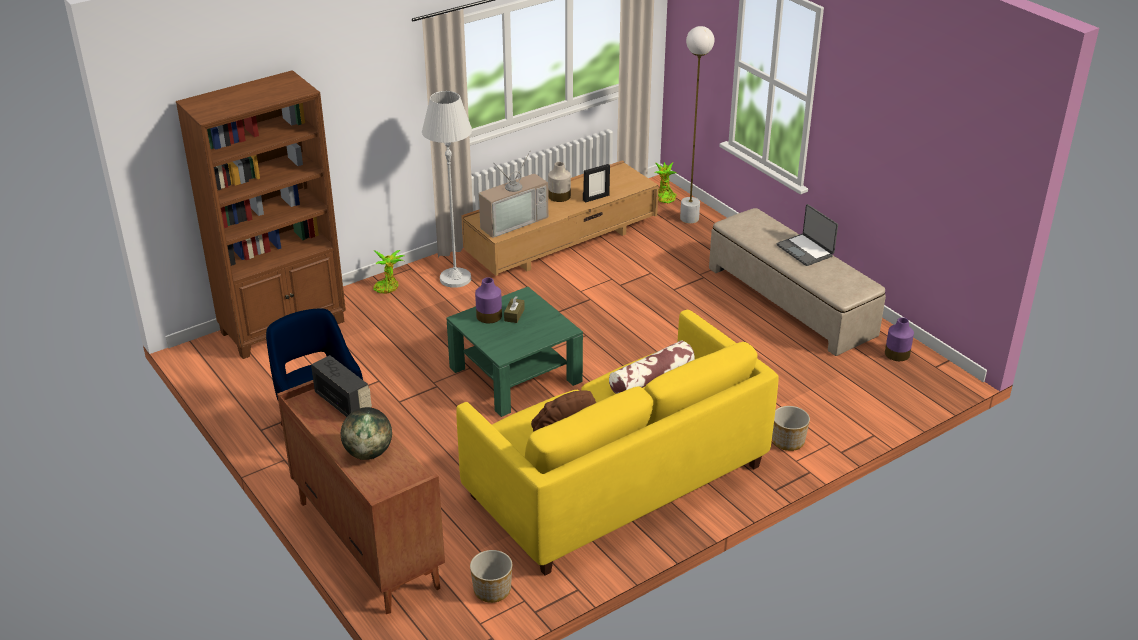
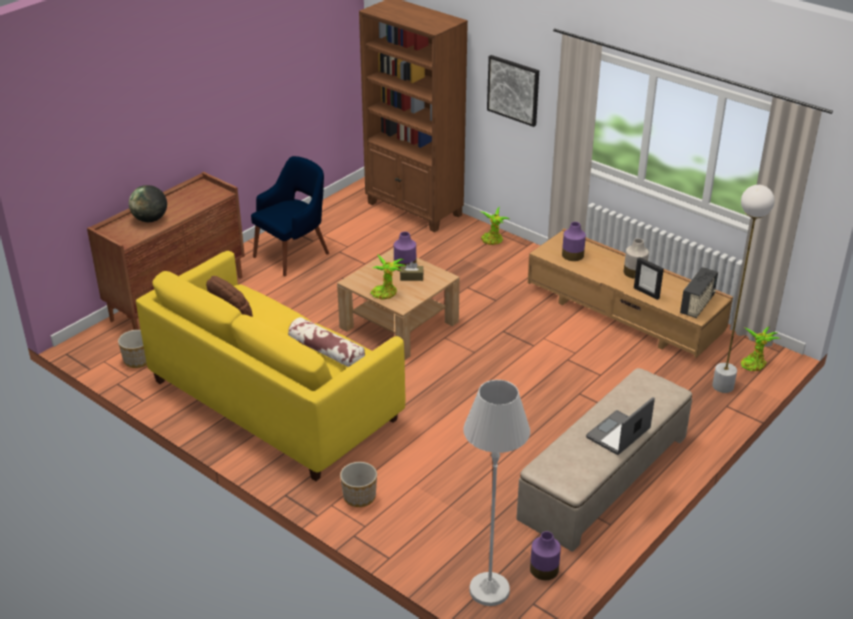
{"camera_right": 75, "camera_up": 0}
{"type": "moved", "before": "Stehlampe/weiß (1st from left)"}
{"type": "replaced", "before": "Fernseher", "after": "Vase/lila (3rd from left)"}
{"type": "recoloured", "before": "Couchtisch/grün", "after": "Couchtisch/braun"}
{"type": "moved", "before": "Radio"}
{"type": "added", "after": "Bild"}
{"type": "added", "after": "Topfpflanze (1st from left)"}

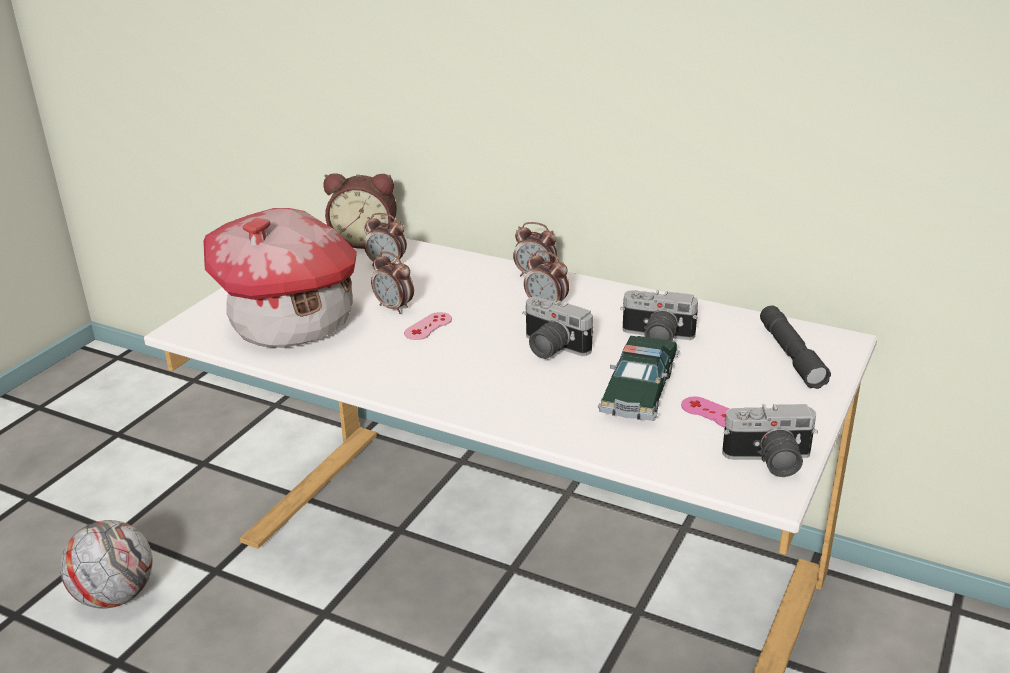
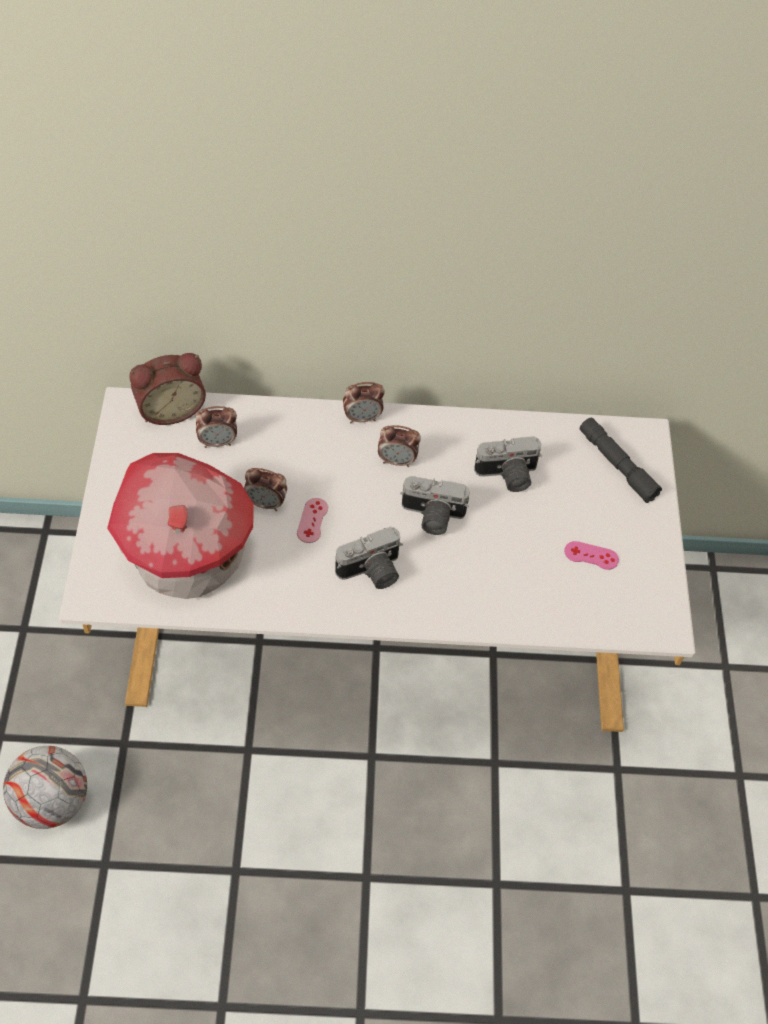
{"camera_right": -30, "camera_up": 25}
{"type": "removed", "before": "Spielzeugauto"}
{"type": "moved", "before": "Kamera (3rd from left in the first image)", "after": "Kamera (1st from left)"}

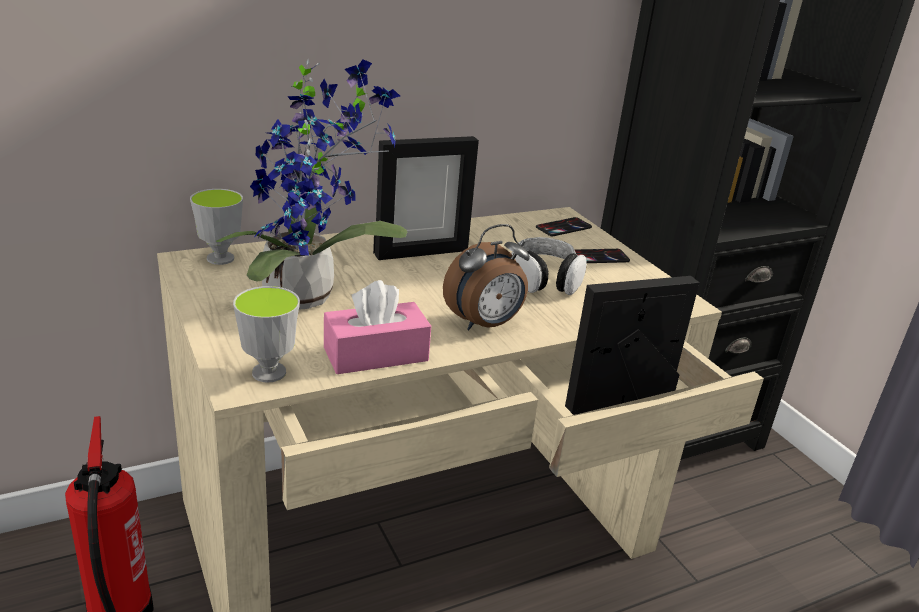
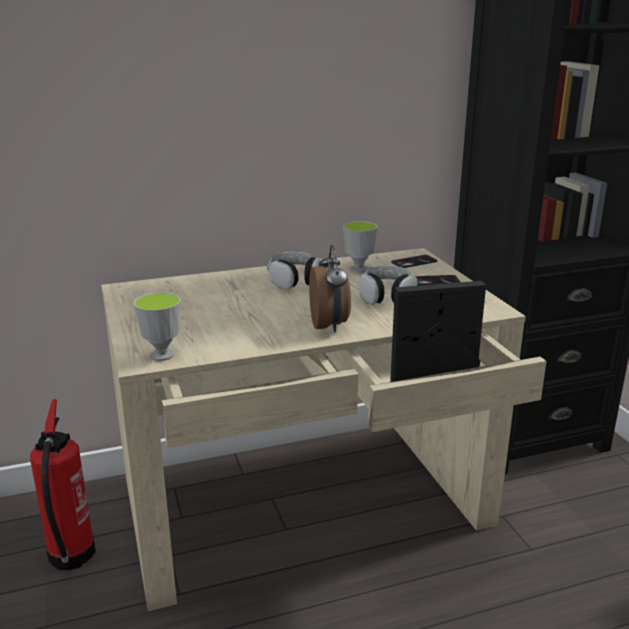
{"camera_right": 10, "camera_up": -5}
{"type": "removed", "before": "Topfpflanze"}
{"type": "replaced", "before": "Bilderrahmen (1st from left)", "after": "Kopfhörer (1st from left)"}
{"type": "moved", "before": "Tasse (1st from left in the first image)", "after": "Tasse (2nd from left)"}
{"type": "turned", "before": "Wecker", "turn": -75}
{"type": "removed", "before": "Taschentuchbox/rosa"}

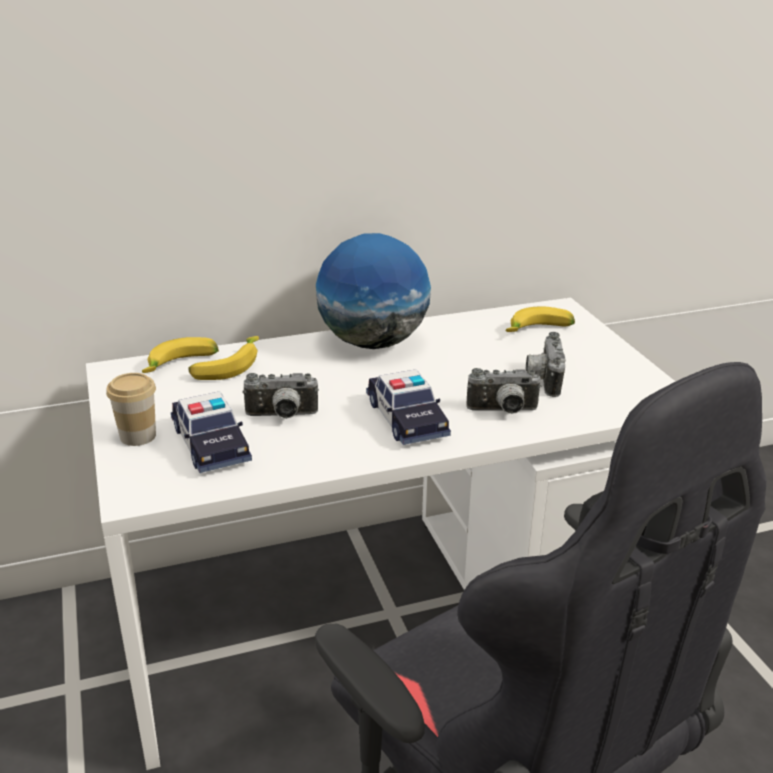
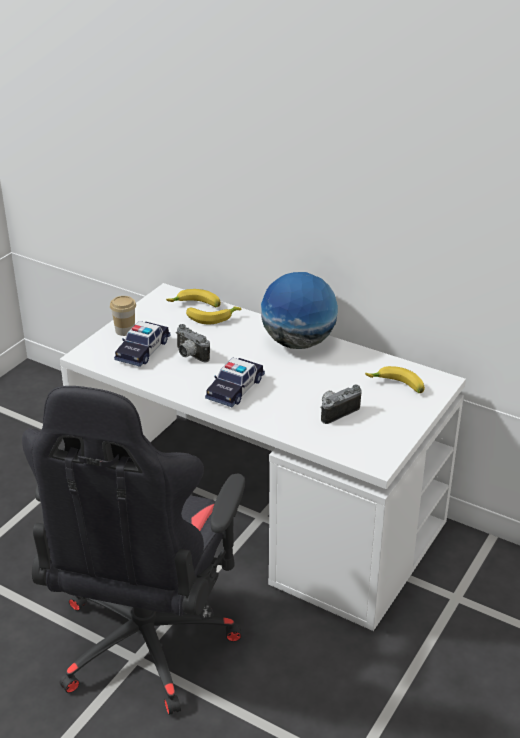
{"camera_right": 50, "camera_up": 5}
{"type": "removed", "before": "Kamera (2nd from left)"}

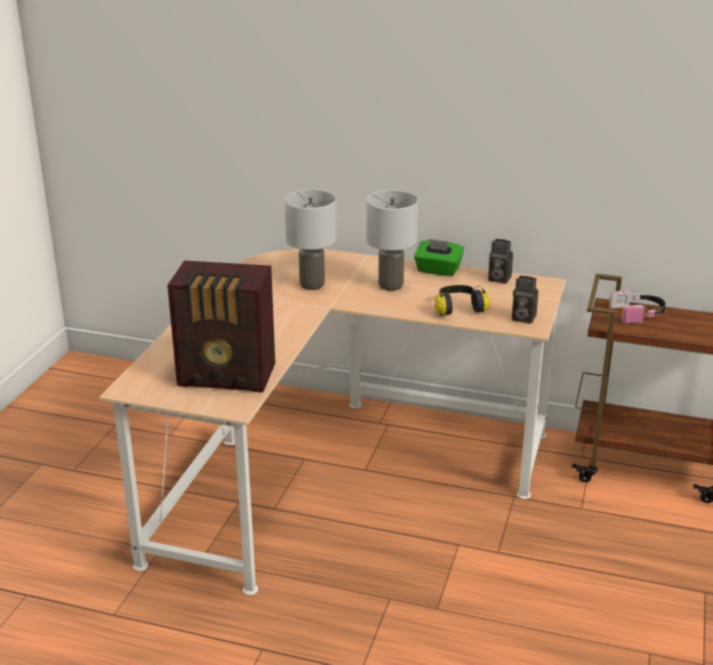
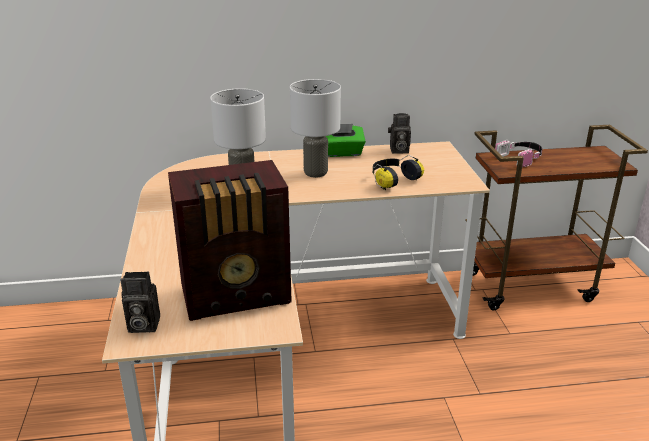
{"camera_right": -25, "camera_up": 0}
{"type": "moved", "before": "Kamera (2nd from left in the first image)", "after": "Kamera (1st from left)"}

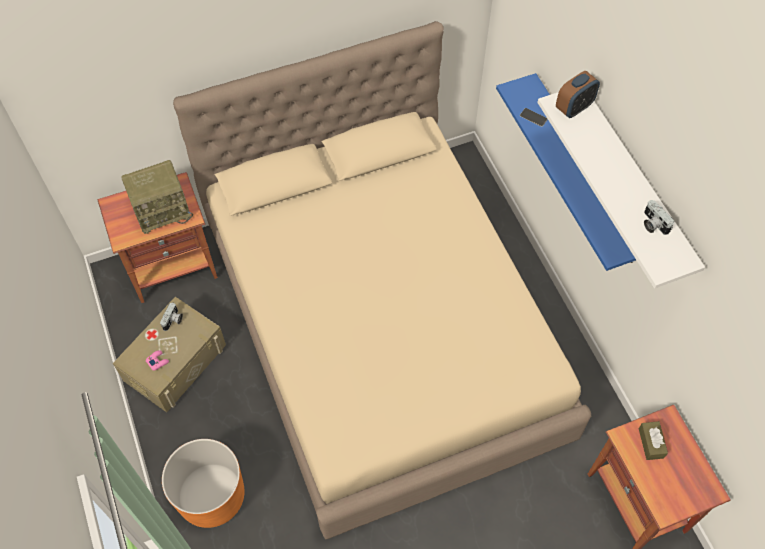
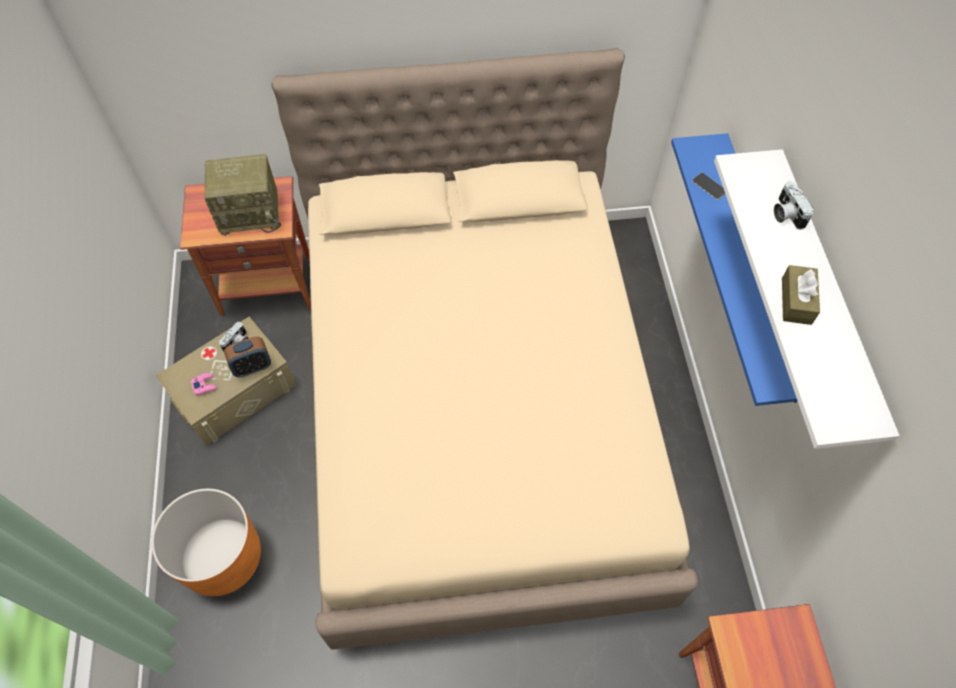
{"camera_right": 15, "camera_up": 0}
{"type": "moved", "before": "Wecker"}
{"type": "moved", "before": "Kamera (2nd from left)"}
{"type": "moved", "before": "Taschentuchbox/braun"}

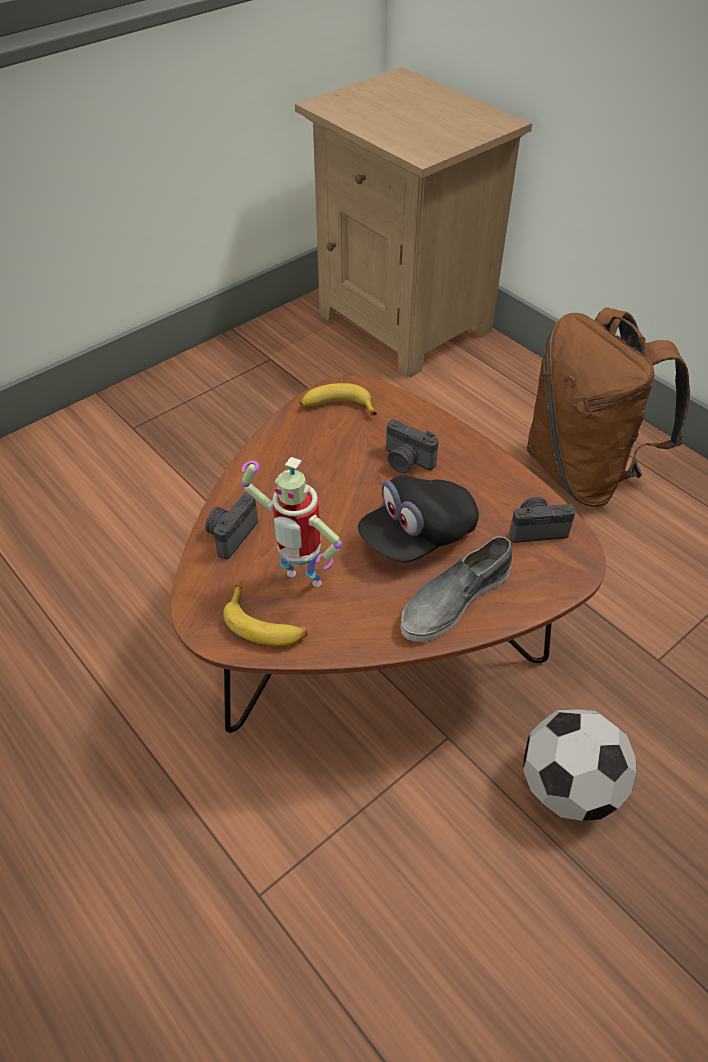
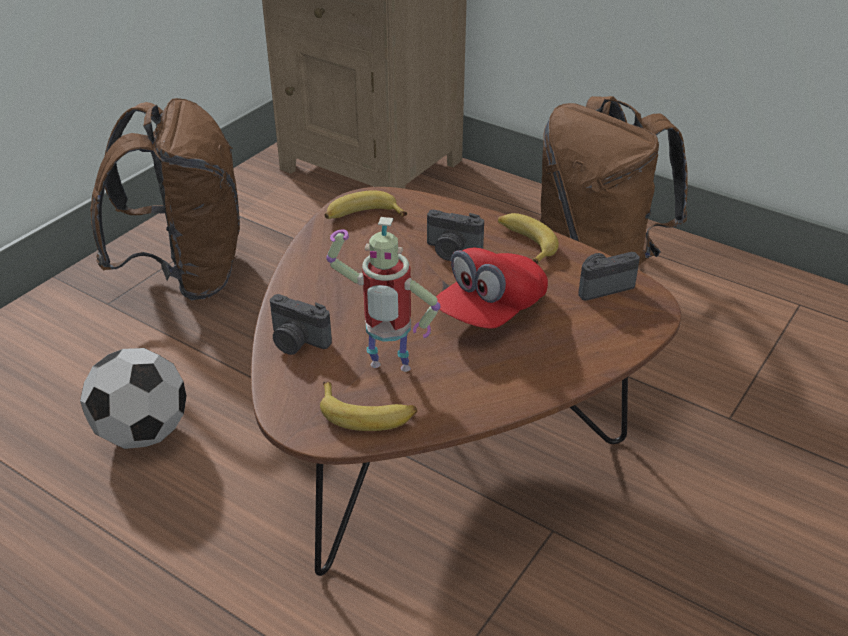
{"camera_right": -15, "camera_up": -10}
{"type": "recoloured", "before": "Kappe/schwarz", "after": "Kappe/rot"}
{"type": "turned", "before": "Kamera (1st from left)", "turn": -75}
{"type": "removed", "before": "Schuh/grau"}
{"type": "moved", "before": "Fußball"}
{"type": "added", "after": "Rucksack/braun (1st from left)"}
{"type": "added", "after": "Banane (3rd from left)"}

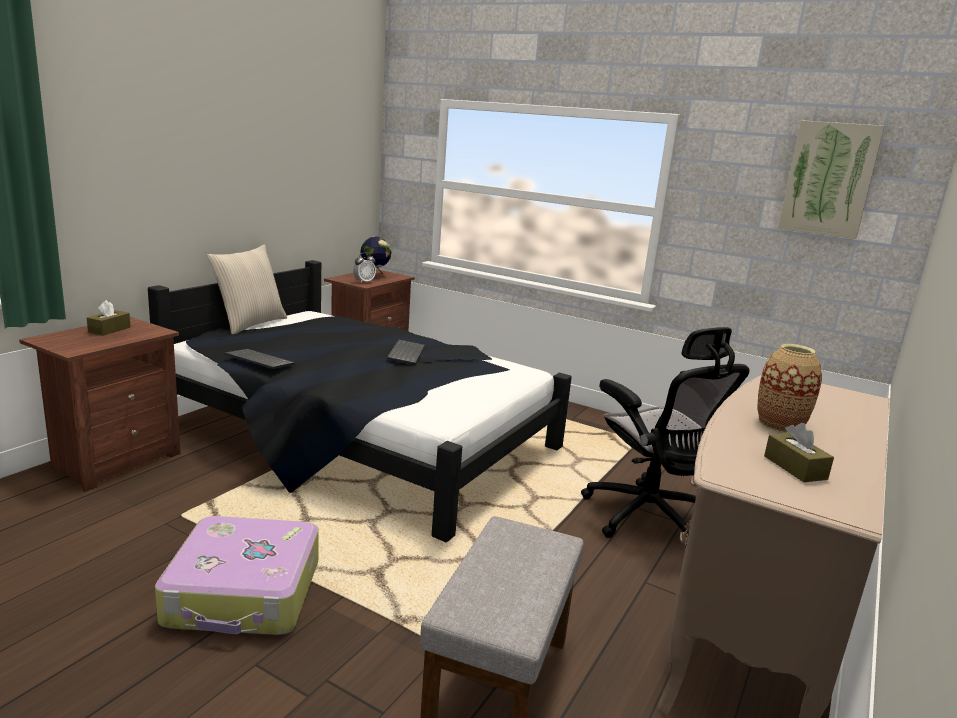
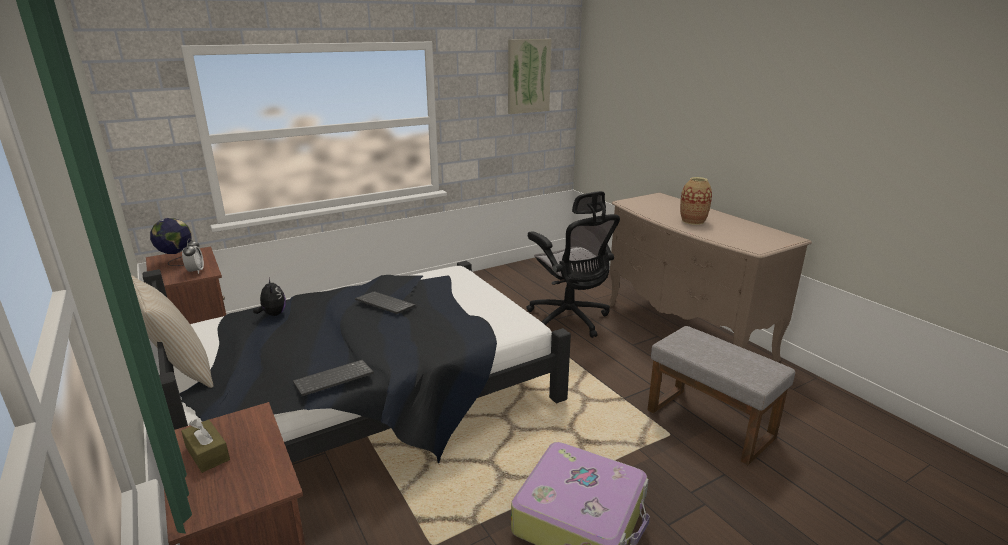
{"camera_right": -60, "camera_up": 5}
{"type": "turned", "before": "Bürostuhl", "turn": 60}
{"type": "removed", "before": "Taschentuchbox/braun (2nd from left)"}
{"type": "added", "after": "Plüschtier"}

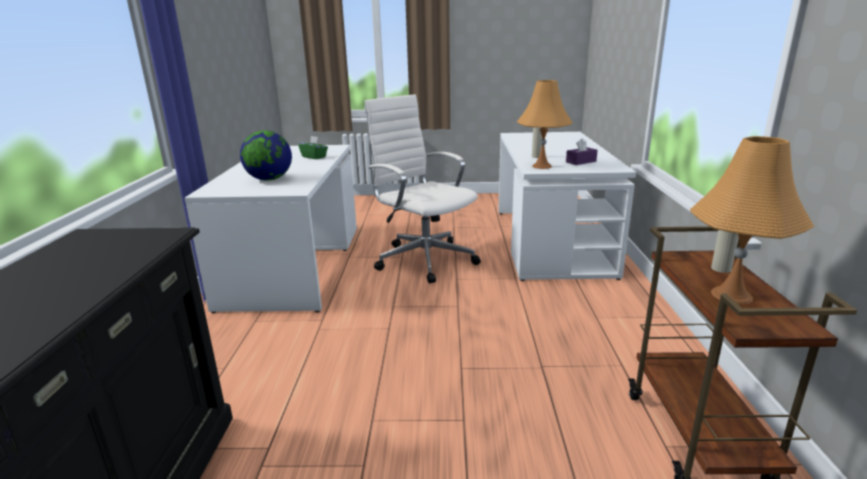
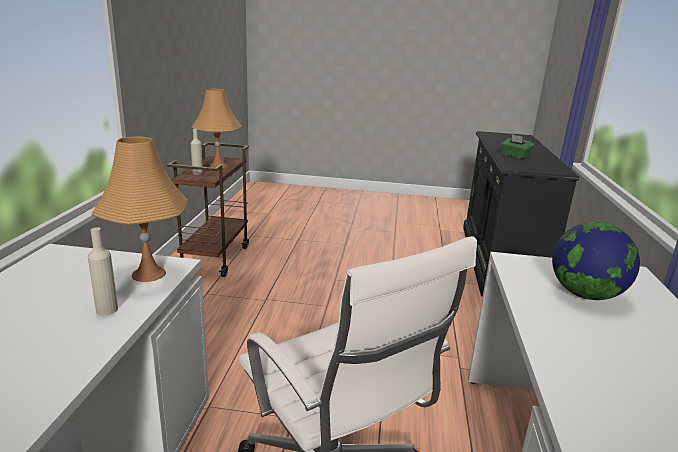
{"camera_right": -175, "camera_up": 0}
{"type": "moved", "before": "Taschentuchbox/grün"}
{"type": "removed", "before": "Taschentuchbox/lila"}

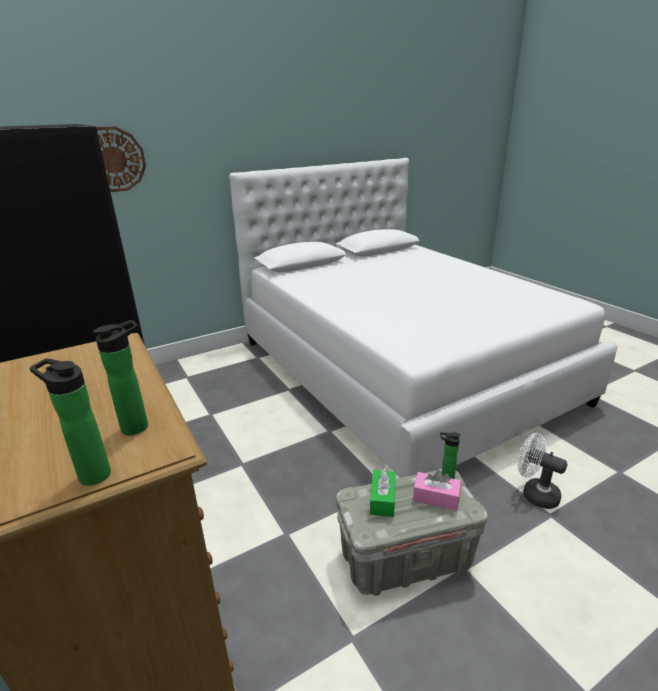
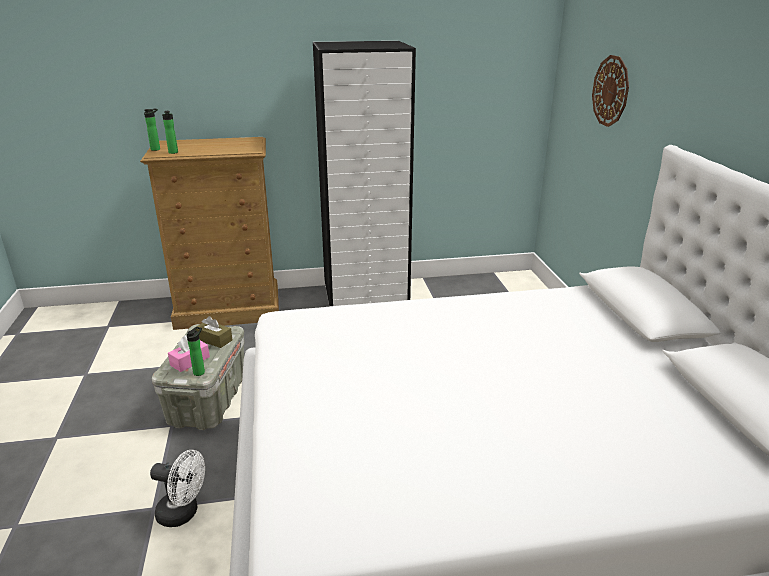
{"camera_right": 110, "camera_up": 0}
{"type": "turned", "before": "Ventilator/weiß", "turn": 45}
{"type": "recoloured", "before": "Taschentuchbox/grün", "after": "Taschentuchbox/braun"}

